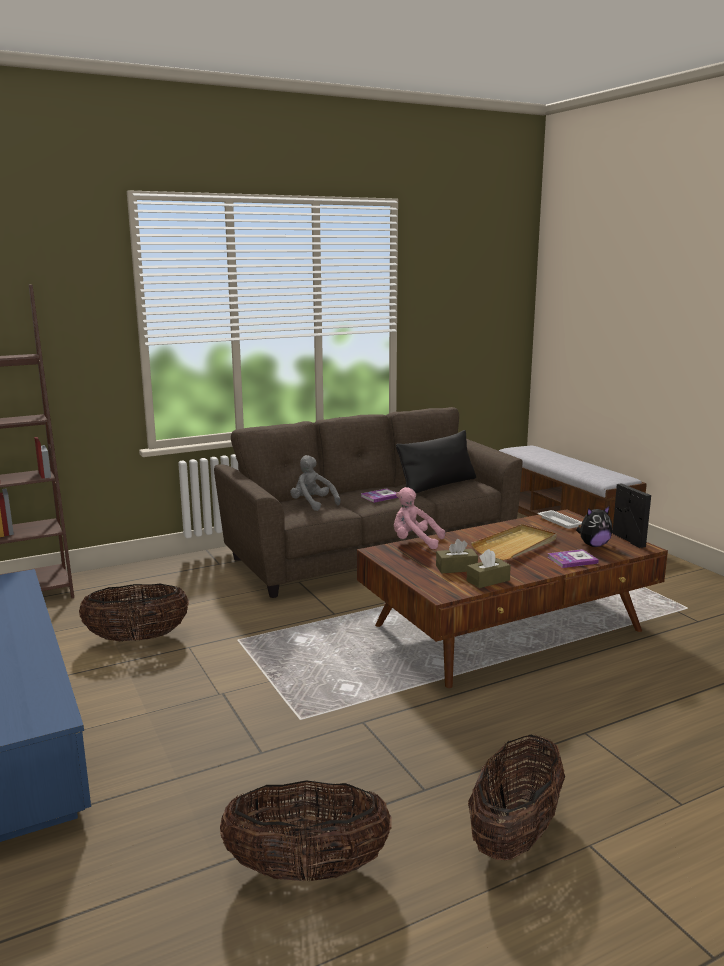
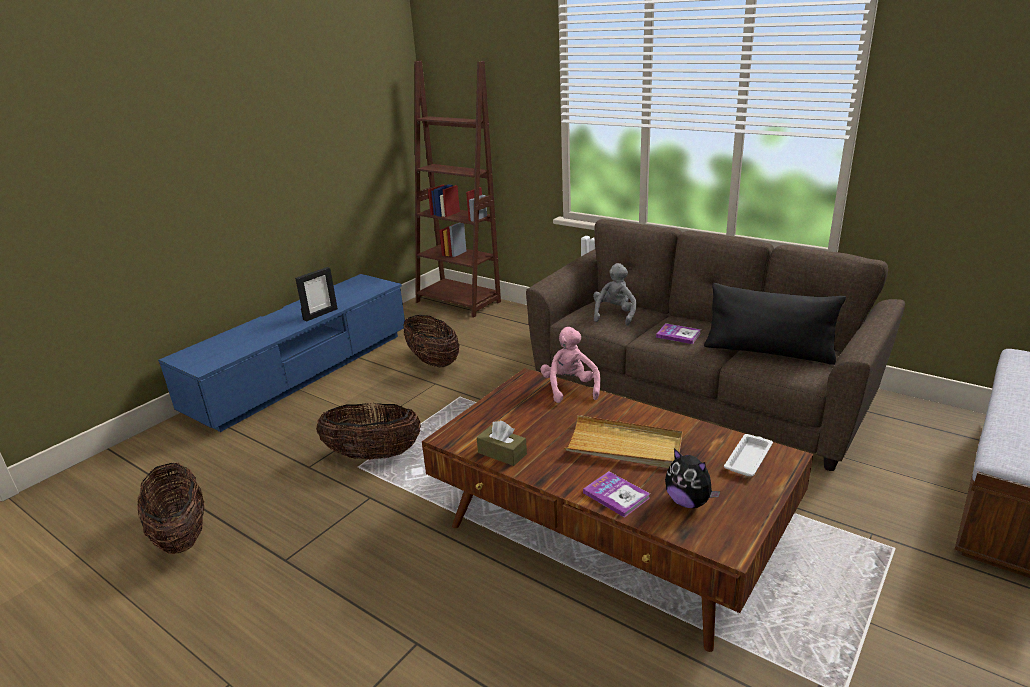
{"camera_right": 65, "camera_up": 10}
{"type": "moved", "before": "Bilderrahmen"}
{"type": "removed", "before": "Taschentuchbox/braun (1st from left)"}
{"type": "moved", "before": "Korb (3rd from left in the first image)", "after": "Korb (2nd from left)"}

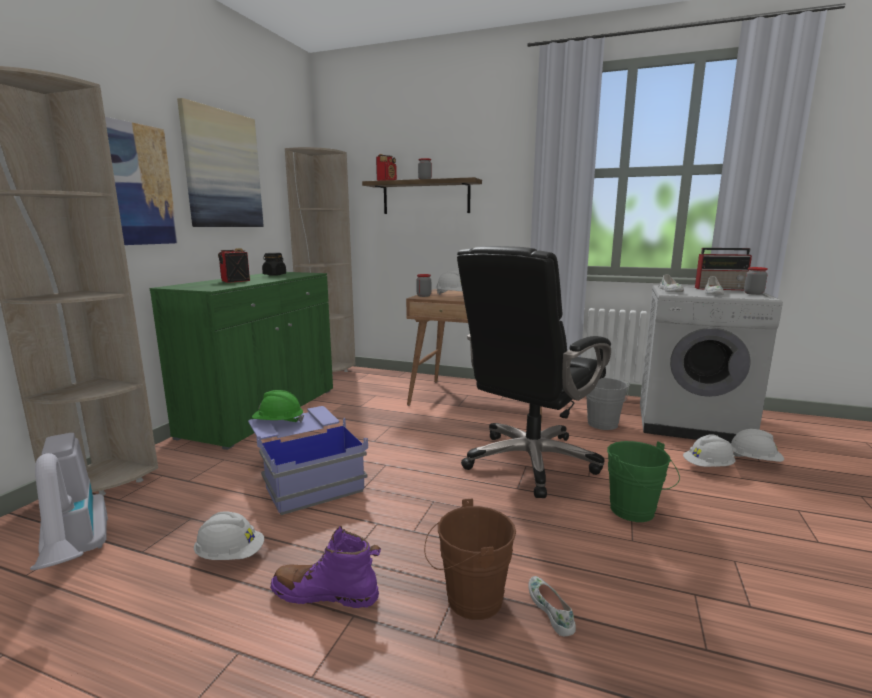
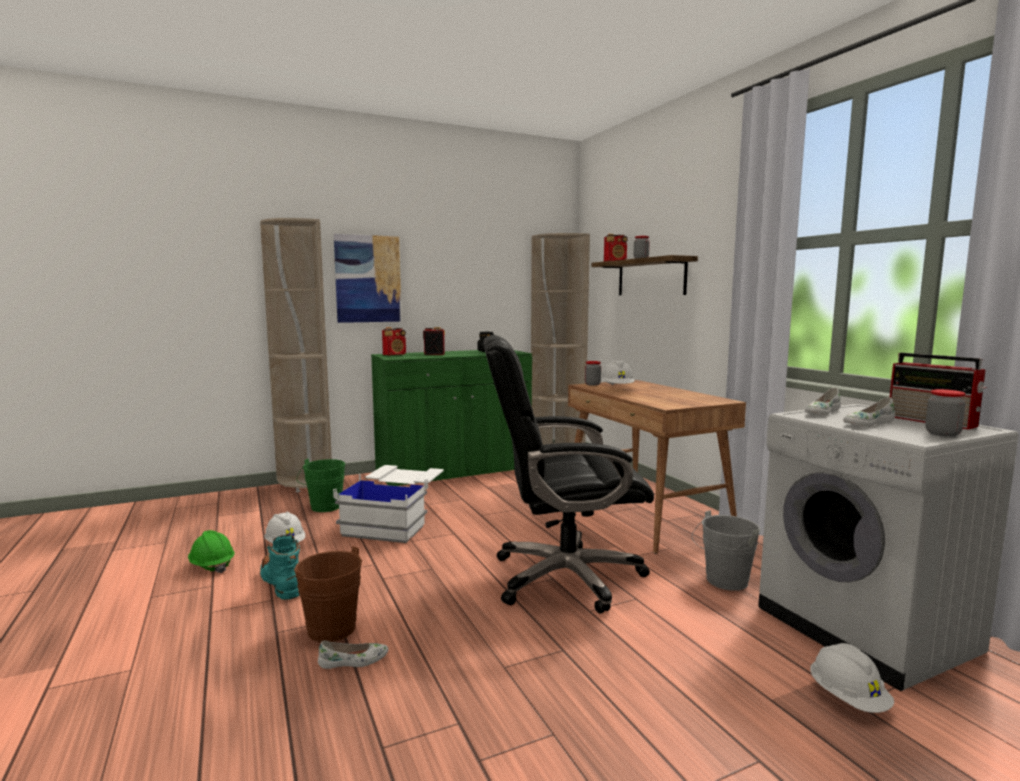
{"camera_right": 45, "camera_up": -5}
{"type": "removed", "before": "Bild (2nd from left)"}
{"type": "moved", "before": "Schutzhelm/grün"}
{"type": "recoloured", "before": "Aufbewahrungsbox/blau", "after": "Aufbewahrungsbox/weiß"}
{"type": "removed", "before": "Staubsauger"}
{"type": "removed", "before": "Schutzhelm/weiß (3rd from left)"}
{"type": "moved", "before": "Eimer/grün"}
{"type": "recoloured", "before": "Stiefel/lila", "after": "Stiefel/türkis"}
{"type": "turned", "before": "Schuh/weiß (1st from left)", "turn": 45}
{"type": "added", "after": "Radio (1st from left)"}

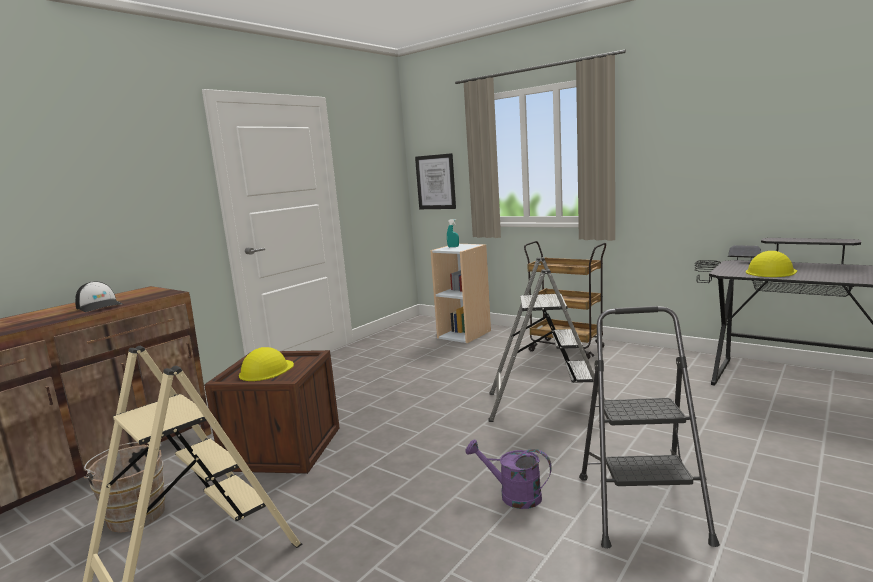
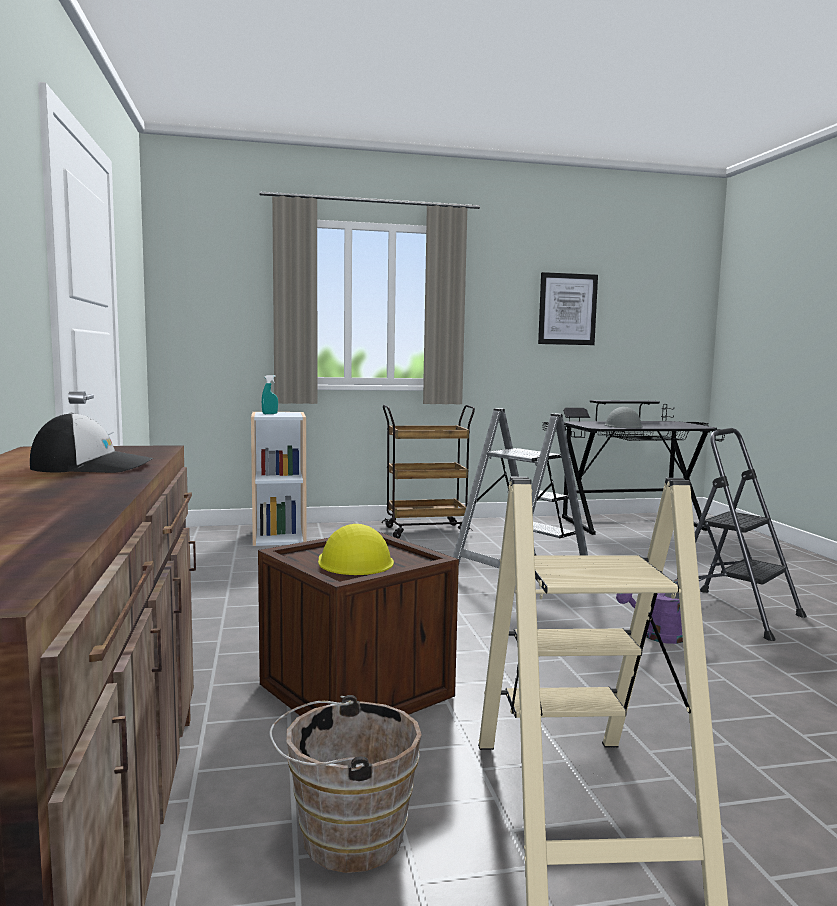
{"camera_right": -50, "camera_up": -5}
{"type": "moved", "before": "Bild"}
{"type": "recoloured", "before": "Schutzhelm/gelb (2nd from left)", "after": "Schutzhelm/grau"}

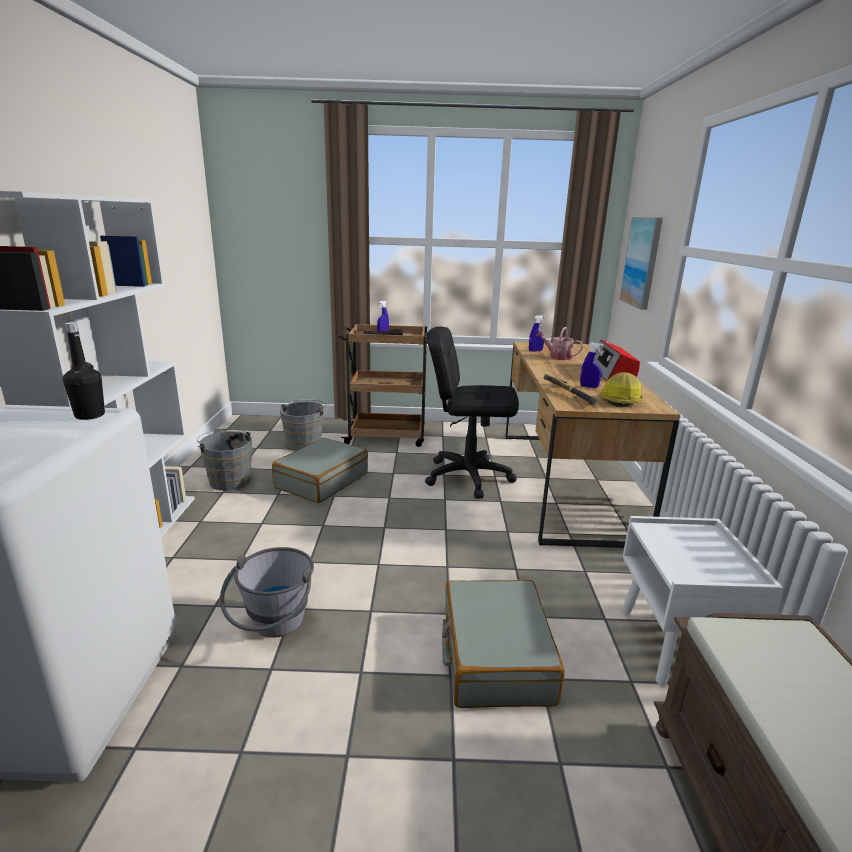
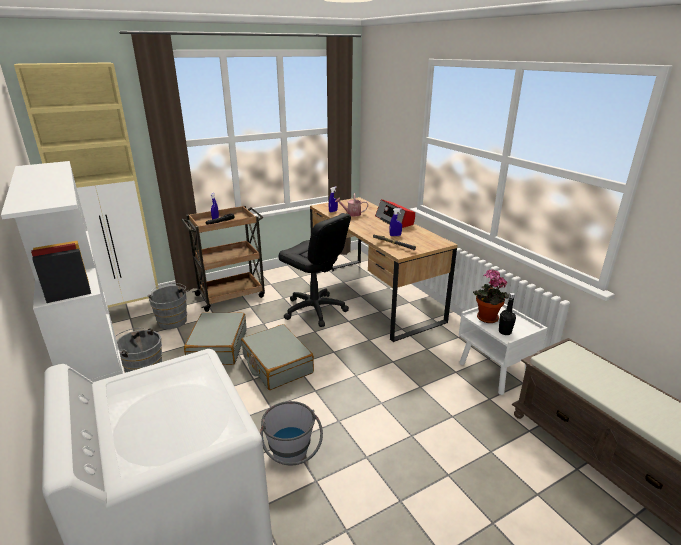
{"camera_right": -30, "camera_up": 5}
{"type": "removed", "before": "Bild"}
{"type": "moved", "before": "Flasche/schwarz"}
{"type": "turned", "before": "Bürostuhl/schwarz", "turn": -120}
{"type": "removed", "before": "Schutzhelm"}
{"type": "moved", "before": "Koffer/grau (2nd from left)"}
{"type": "added", "after": "Schrank/beige"}
{"type": "added", "after": "Topfpflanze"}

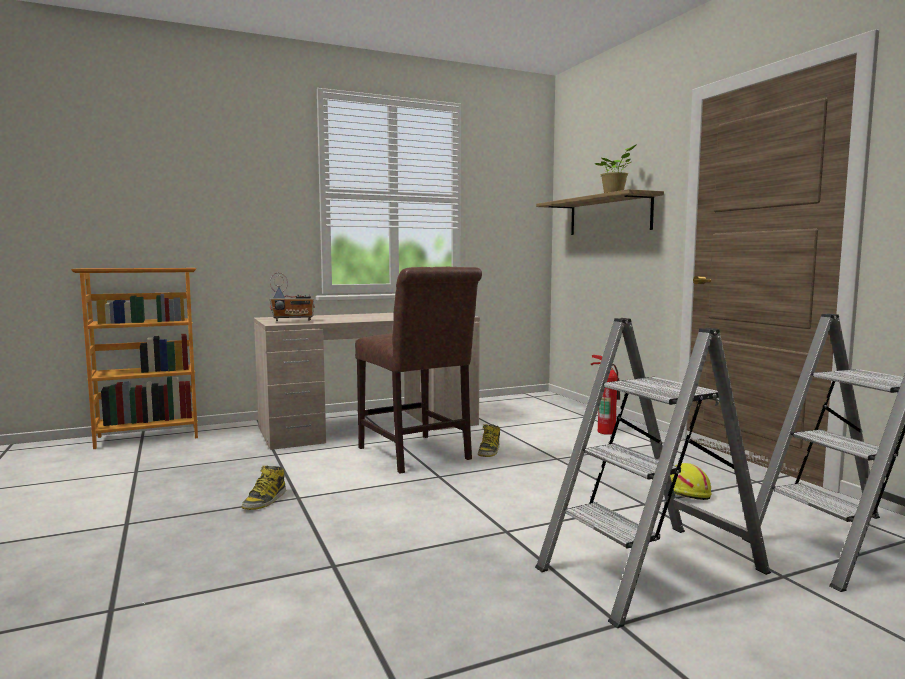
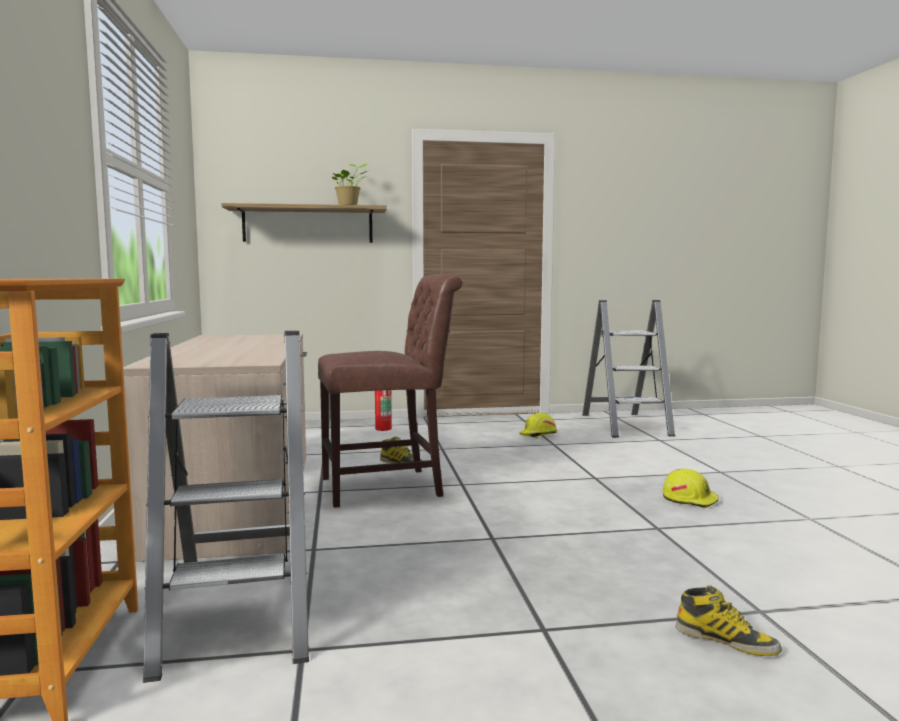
{"camera_right": -75, "camera_up": 0}
{"type": "removed", "before": "Radio"}
{"type": "moved", "before": "Trittleiter/grau (1st from left)"}
{"type": "moved", "before": "Stiefel (1st from left in the first image)", "after": "Stiefel (2nd from left)"}
{"type": "added", "after": "Schutzhelm/gelb (2nd from left)"}

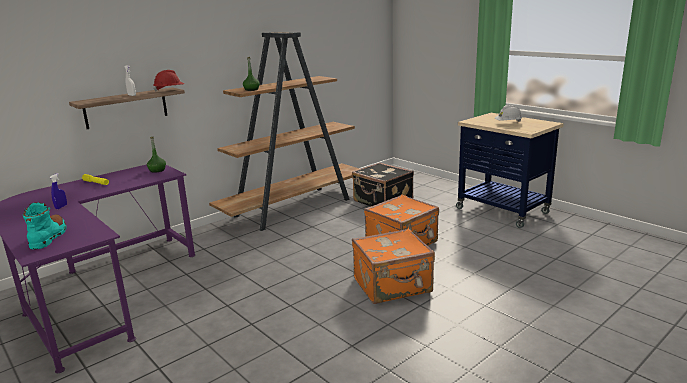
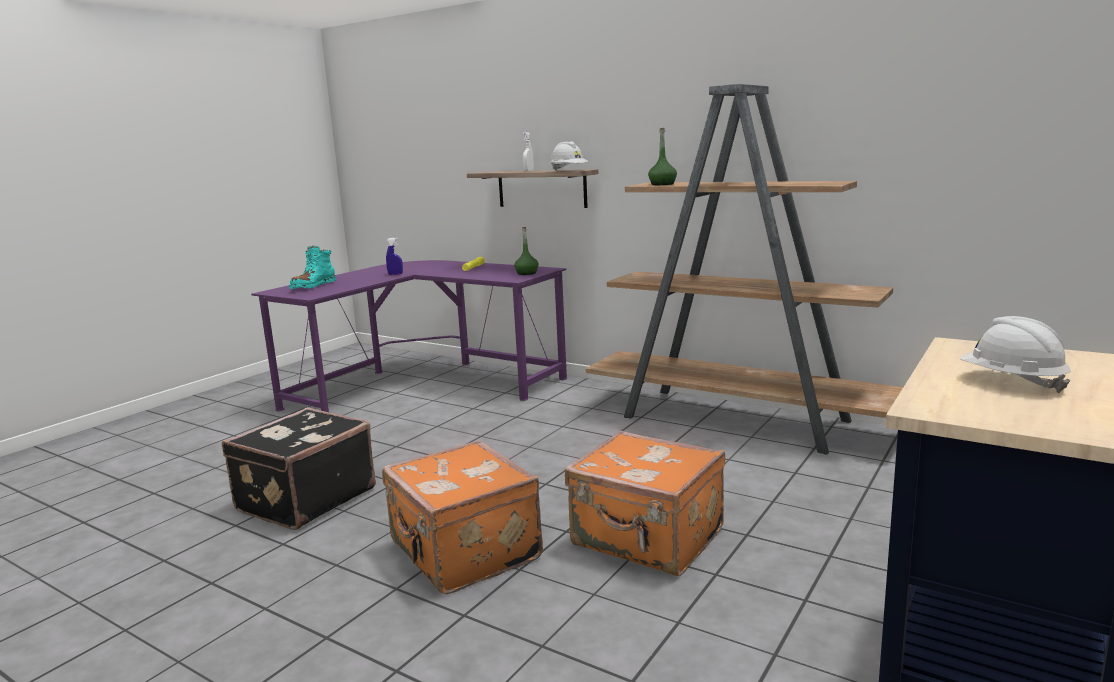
{"camera_right": 75, "camera_up": -5}
{"type": "recoloured", "before": "Schutzhelm/rot", "after": "Schutzhelm/weiß (1st from left)"}
{"type": "moved", "before": "Koffer/schwarz"}
{"type": "turned", "before": "Stiefel/türkis", "turn": 135}

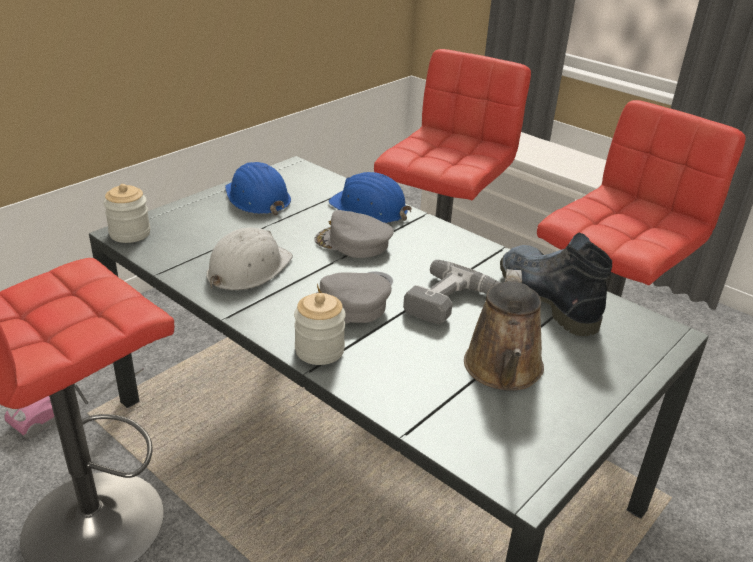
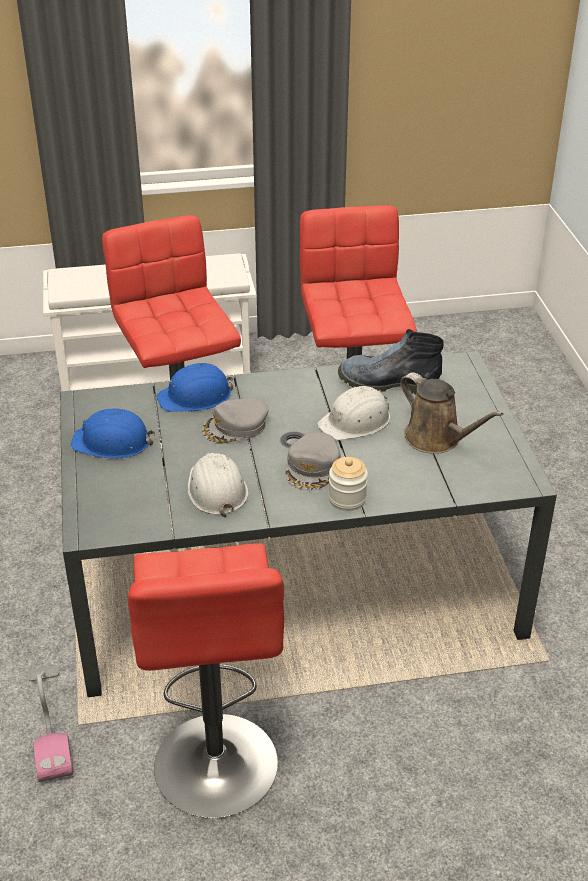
{"camera_right": -50, "camera_up": 5}
{"type": "removed", "before": "Vorratsglas (1st from left)"}
{"type": "replaced", "before": "Bohrmaschine", "after": "Schutzhelm/weiß (2nd from left)"}

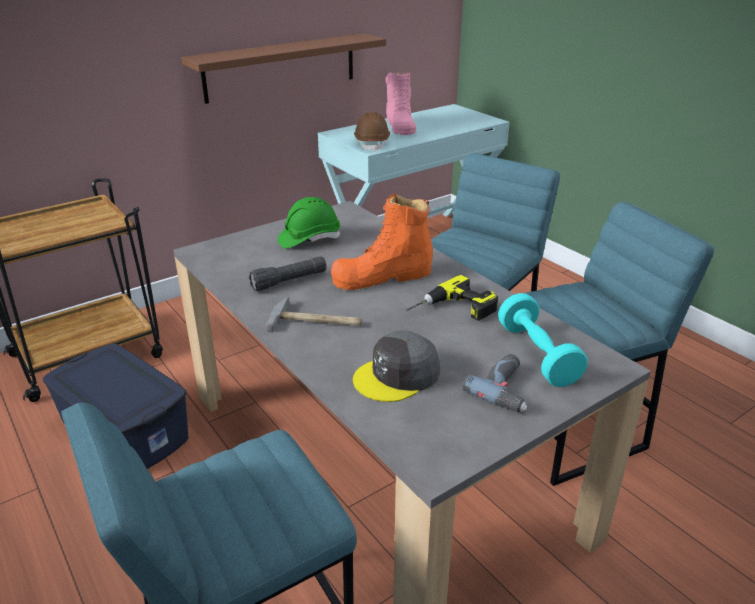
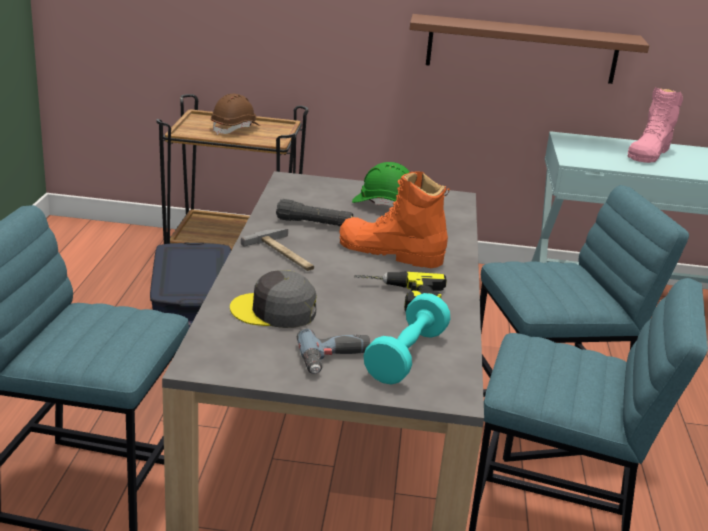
{"camera_right": 40, "camera_up": -5}
{"type": "moved", "before": "Schutzhelm/braun"}

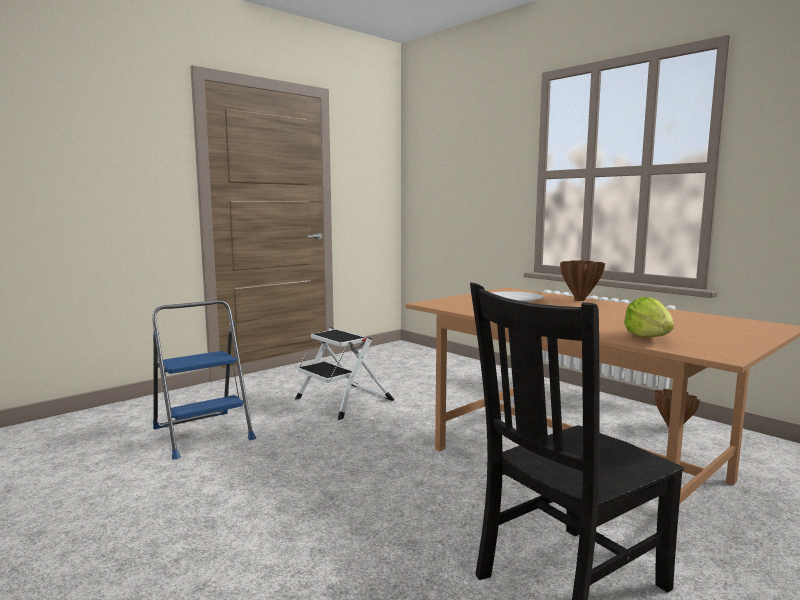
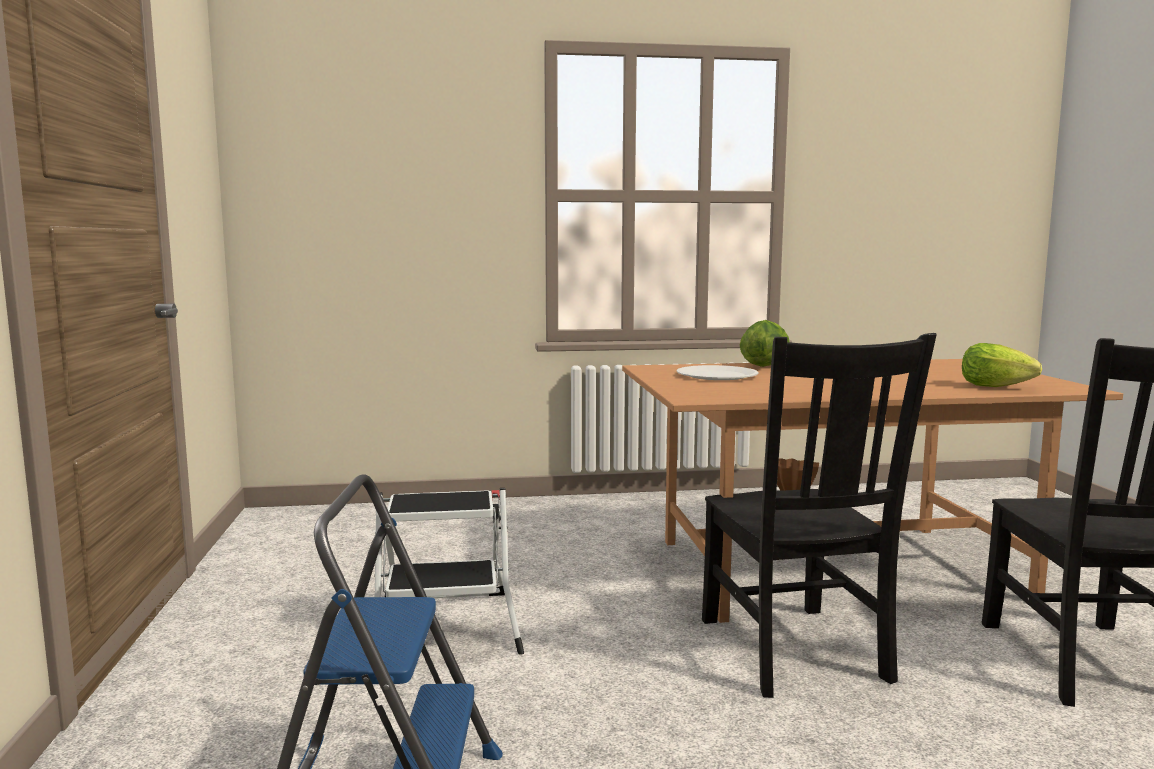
{"camera_right": -55, "camera_up": 0}
{"type": "replaced", "before": "Vase/braun (1st from left)", "after": "Salatkopf (1st from left)"}
{"type": "added", "after": "Stuhl/schwarz (1st from left)"}

